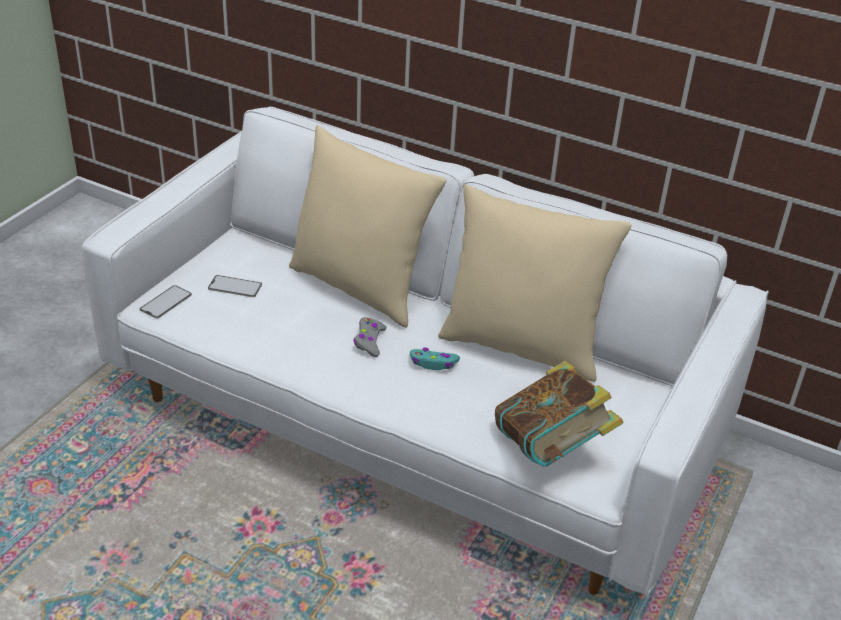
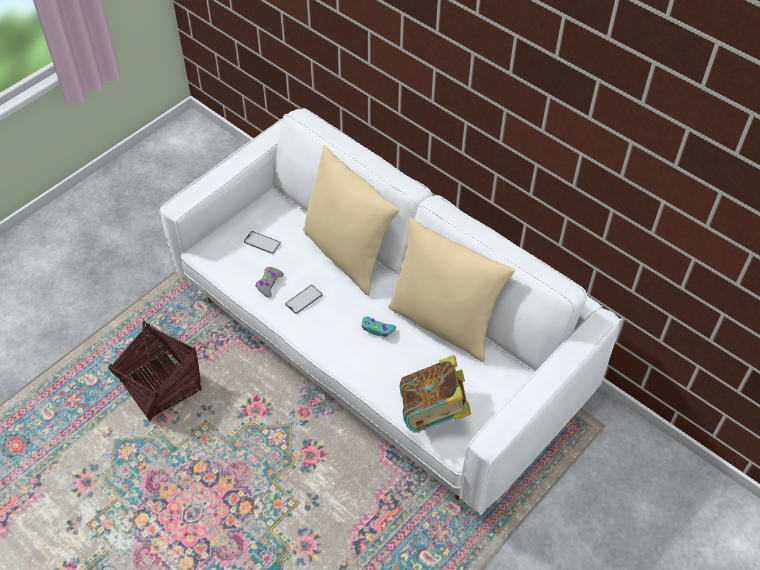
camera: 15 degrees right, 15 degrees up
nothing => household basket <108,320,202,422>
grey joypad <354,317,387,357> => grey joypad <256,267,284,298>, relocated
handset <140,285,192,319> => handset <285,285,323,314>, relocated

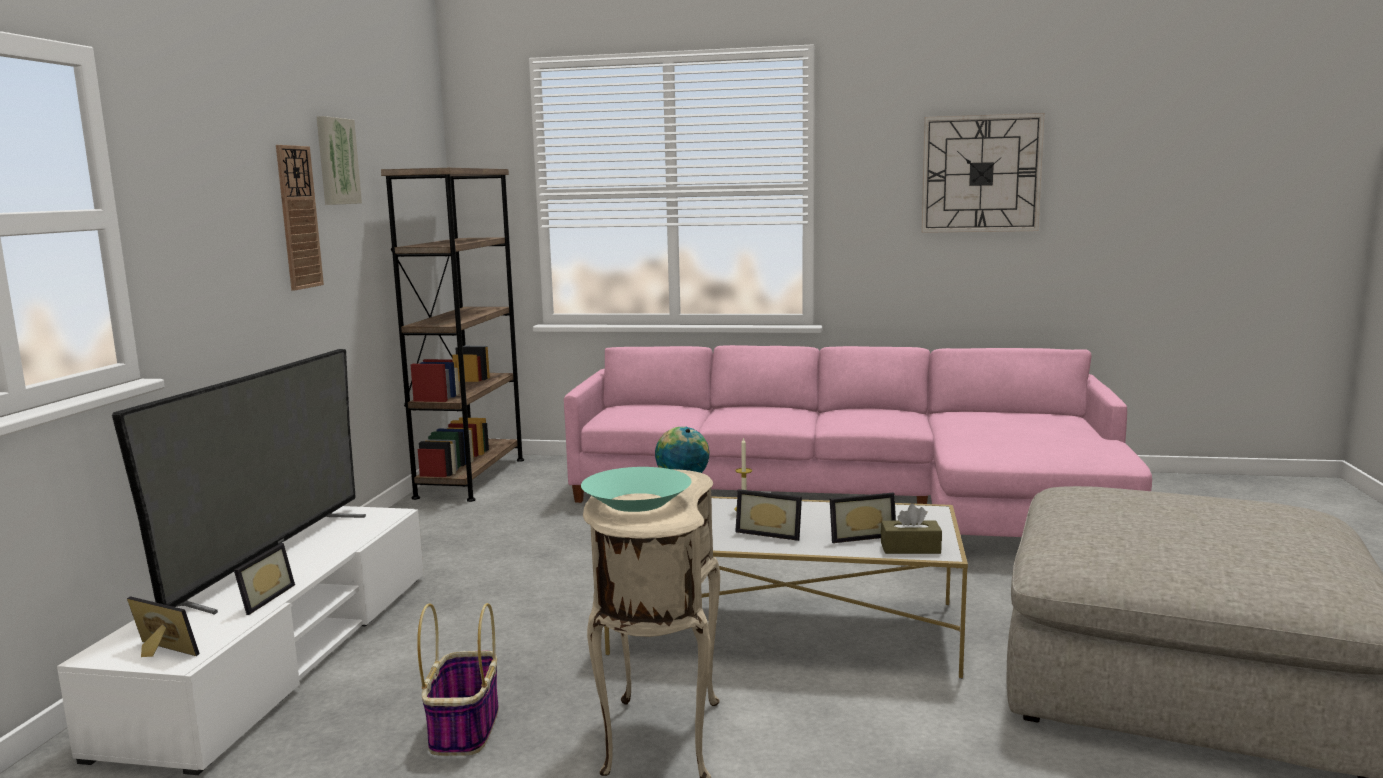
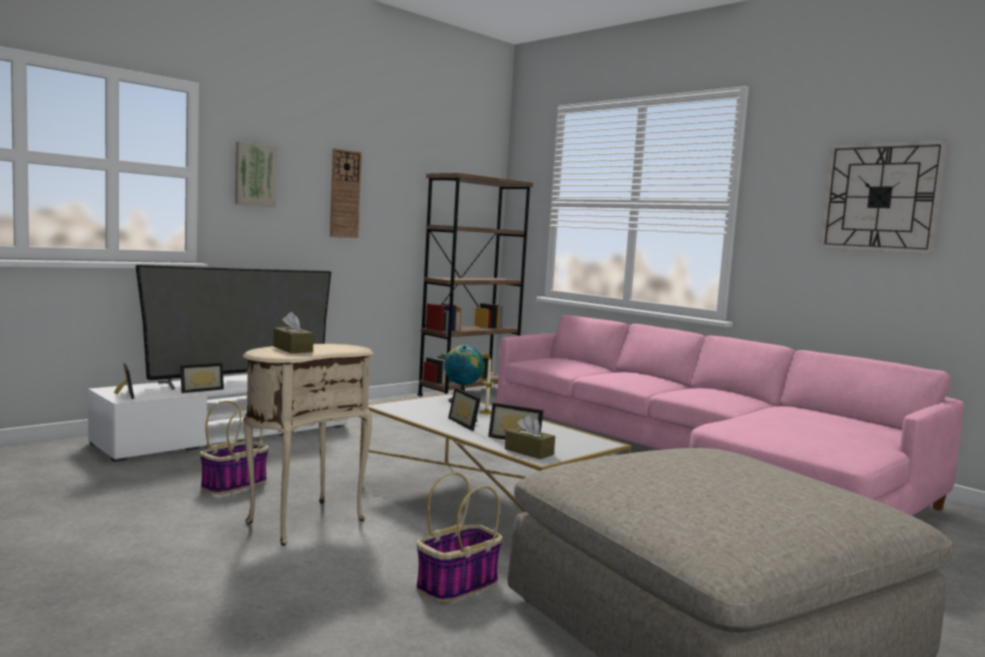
camera: 35 degrees right, 5 degrees down
picture <317,116,362,205> => picture <235,142,277,207>, relocated
turquoise-coloured serving bowl <581,467,692,512> => brown-coloured tissue holder <273,312,314,353>
nothing => household basket <416,472,502,603>

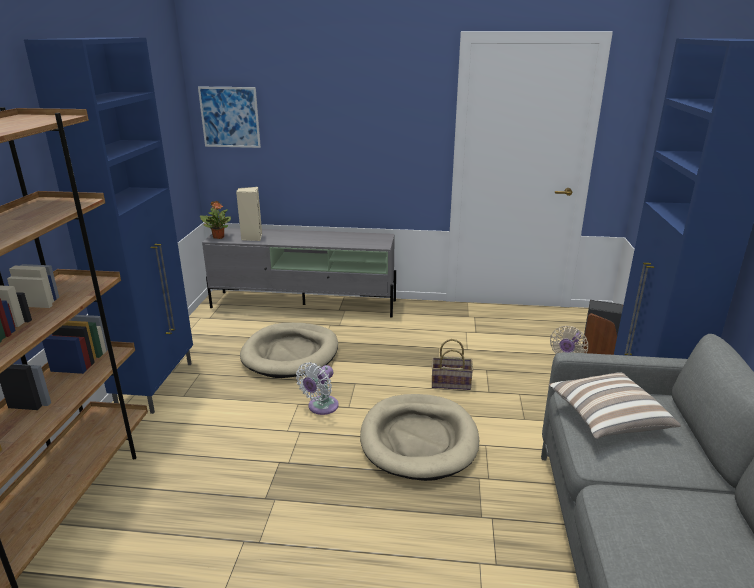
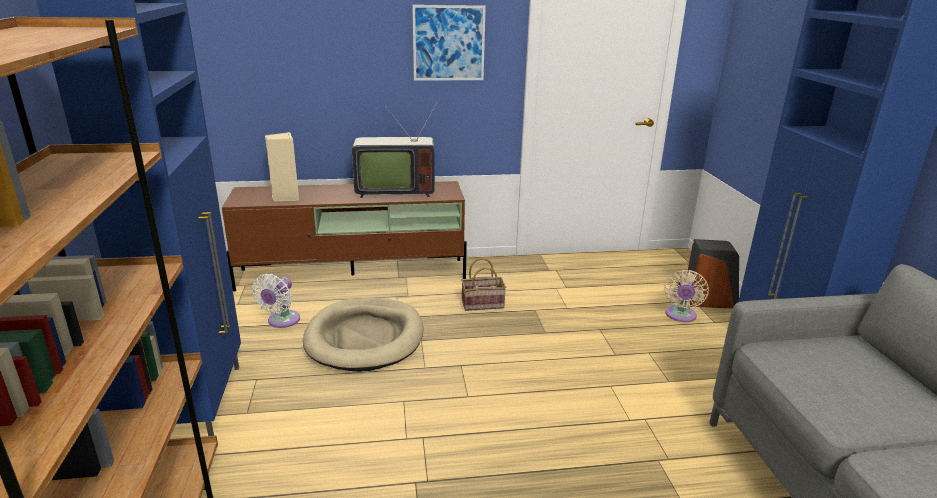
camera: 15 degrees left, 0 degrees up
grey media console <202,228,396,318> => brown-coloured media console <222,181,467,292>
whitish electric fan <296,362,339,415> => whitish electric fan <252,274,300,328>, relocated
nothing => television <352,101,438,198>
picture <198,87,261,148> => picture <412,5,486,81>, relocated
household basket <432,339,473,390> => household basket <461,258,506,311>, relocated
plant in a pot <200,201,231,239> => nothing
beige-coloured dog bed <360,394,479,481> => nothing
cushion <549,372,681,439> => nothing

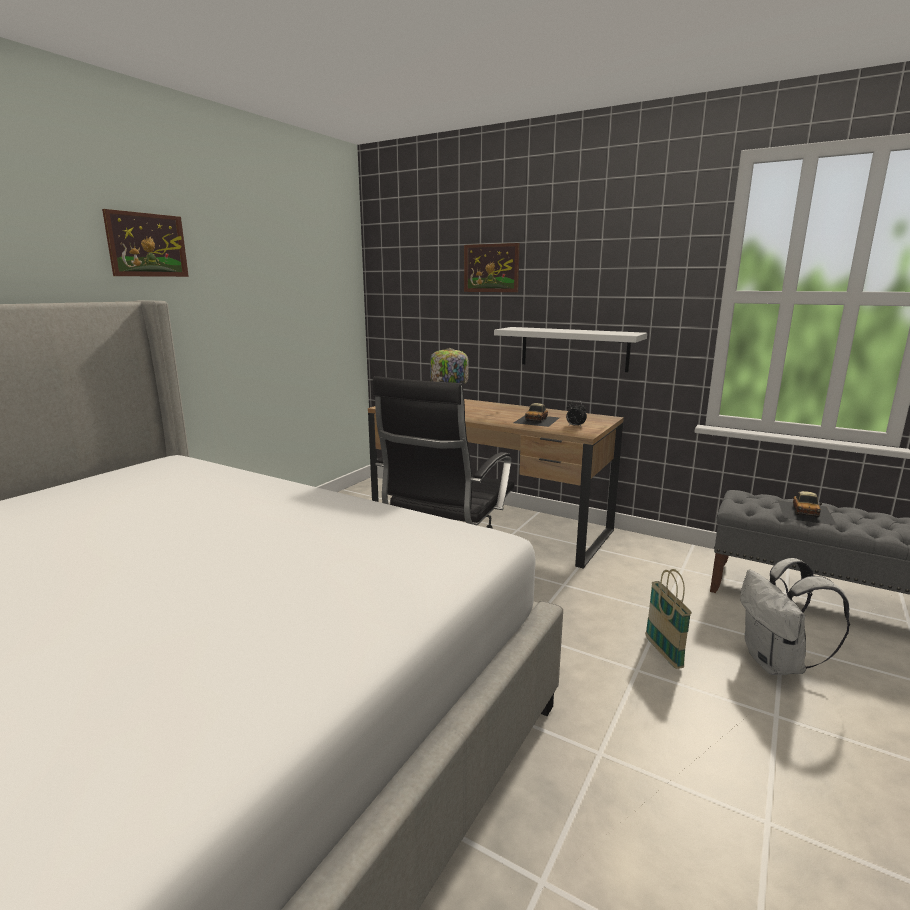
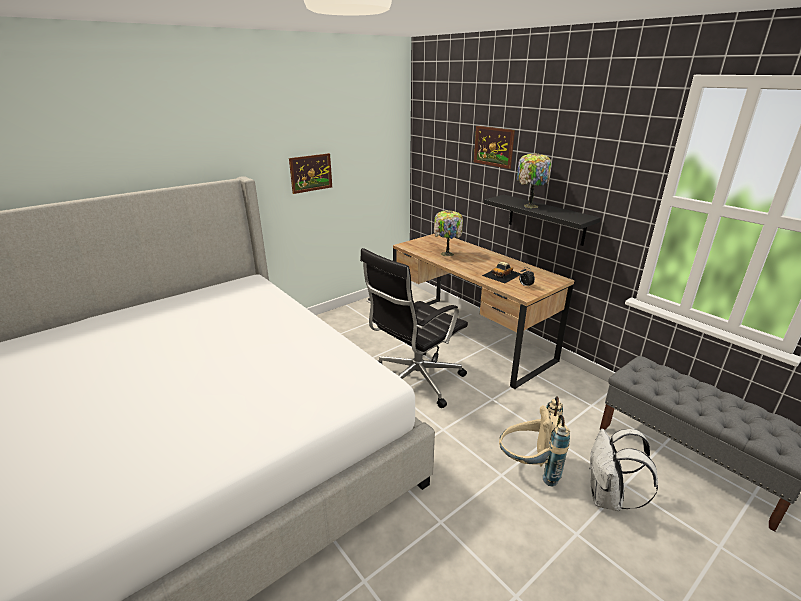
camera: 20 degrees right, 10 degrees up
picture <102,209,189,277> => picture <289,153,332,194>, relocated
whitish wall shelf <494,327,647,372> => black-coloured wall shelf <484,195,600,246>
household basket <645,569,692,669> => beige-coloured knapsack <499,396,570,487>
nothing => tabletop lamp <517,153,552,208>
model car <778,491,836,525> => nothing

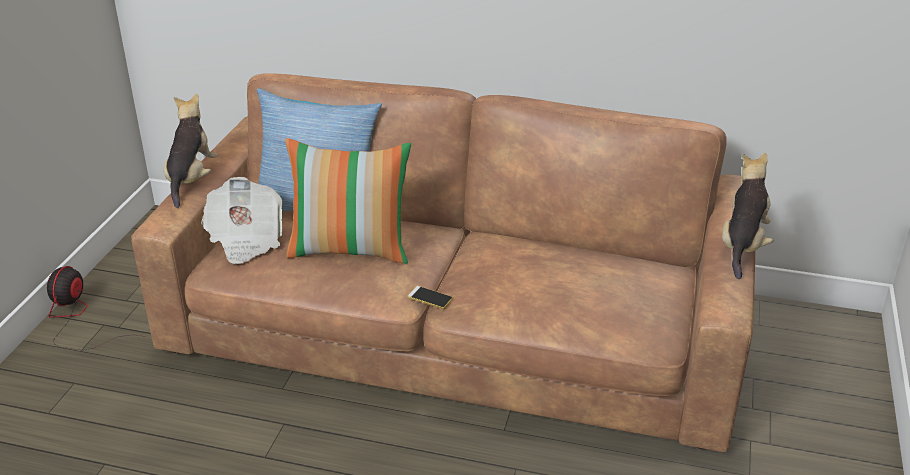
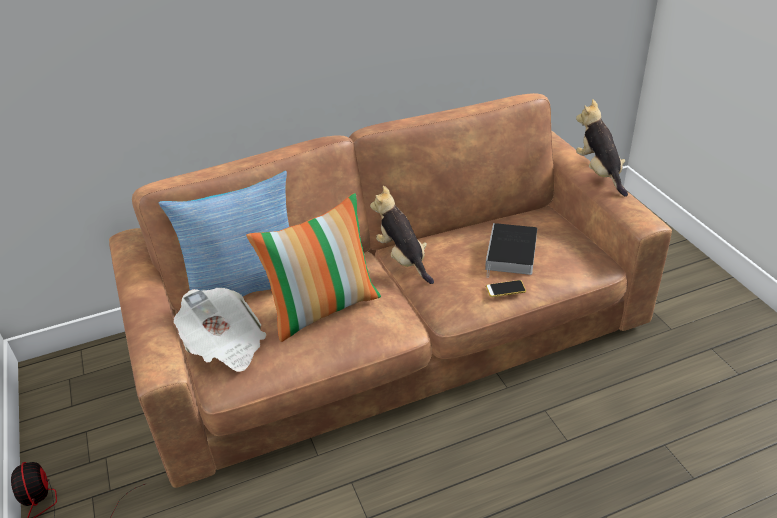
camera: 35 degrees left, 5 degrees up
soft toy <164,94,217,208> => soft toy <370,186,434,284>, relocated
nothing => volume <485,223,537,278>
handset <407,286,453,309> => handset <486,280,526,297>, relocated

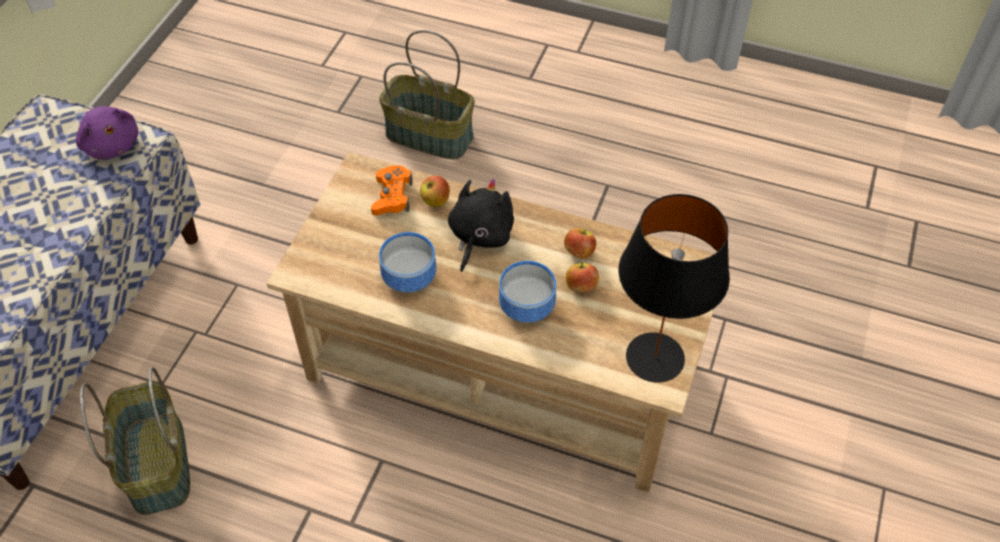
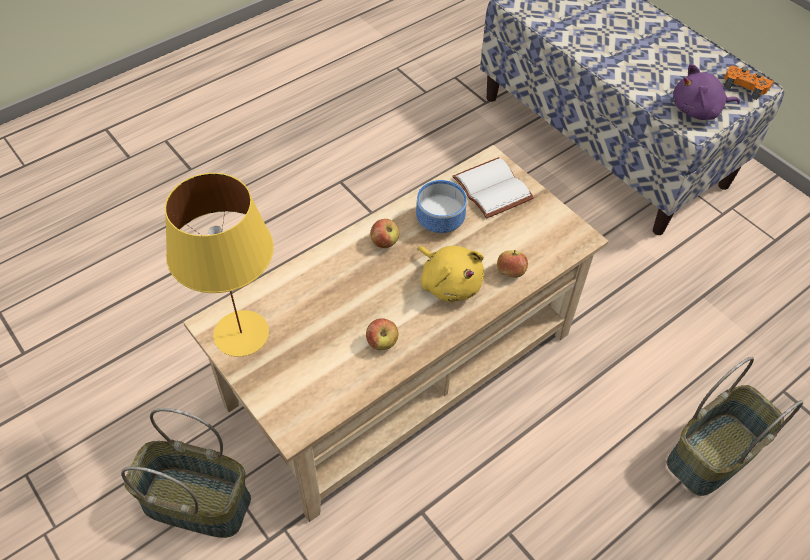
camera: 120 degrees right, 0 degrees up
household basket <80,367,190,515> => household basket <121,408,251,538>, relocated
black-coloured tabletop lamp <618,194,730,383> => yellow-coloured tabletop lamp <165,173,274,357>
whole apple <566,263,599,292> => whole apple <370,219,399,248>, relocated
black-coloured soft toy <448,179,514,272> => yellow-coloured soft toy <418,246,484,303>
nothing => whitish volume <452,157,534,218>
orange joypad <371,165,412,215> => orange joypad <724,66,773,100>, relocated
serving bowl <499,261,556,323> => nothing

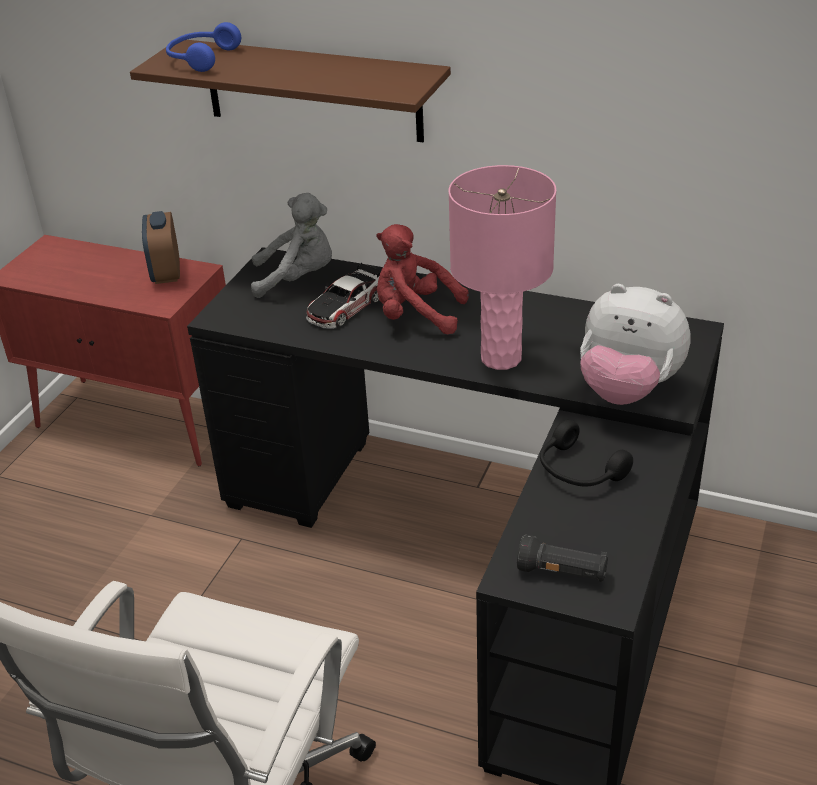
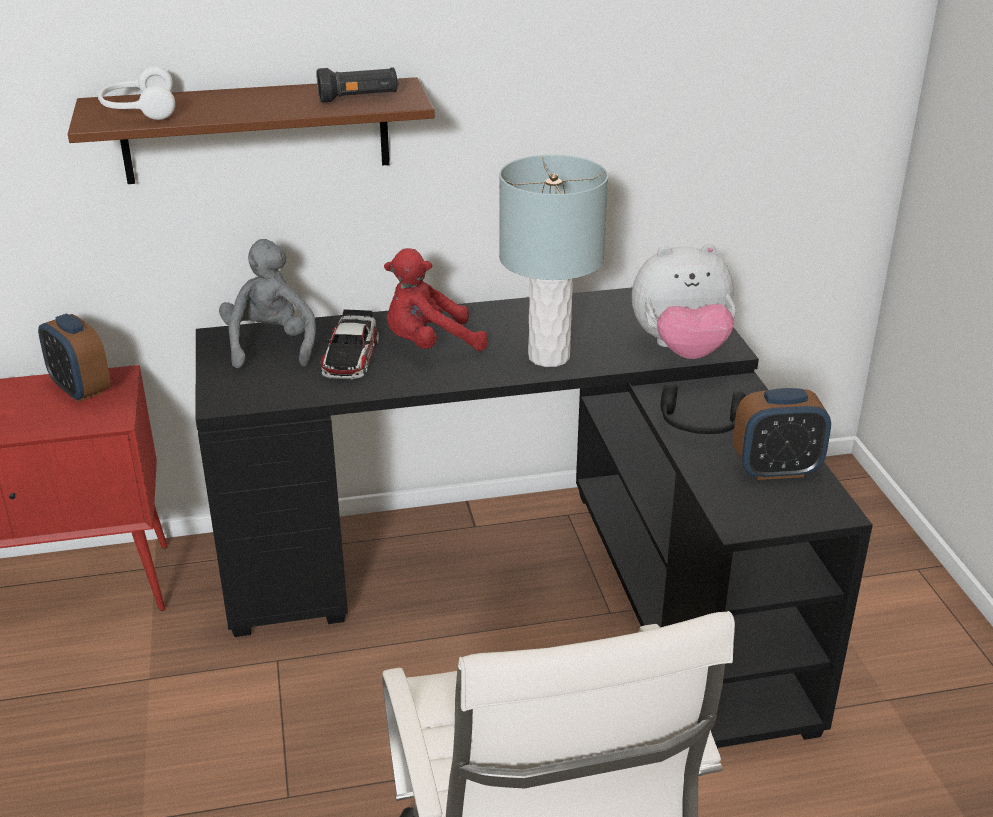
camera: 35 degrees left, 5 degrees down
blue-coloured headphones <166,22,241,72> => whitish headphones <98,66,175,120>
grey soft toy <251,193,332,298> => grey soft toy <219,239,316,368>, 60 degrees counterclockwise
black-coloured torch <517,534,608,582> => black-coloured torch <316,67,399,103>, relocated
pink-coloured tabletop lamp <448,165,557,370> => grey tabletop lamp <499,155,608,367>
nothing => bedside clock <733,388,831,480>

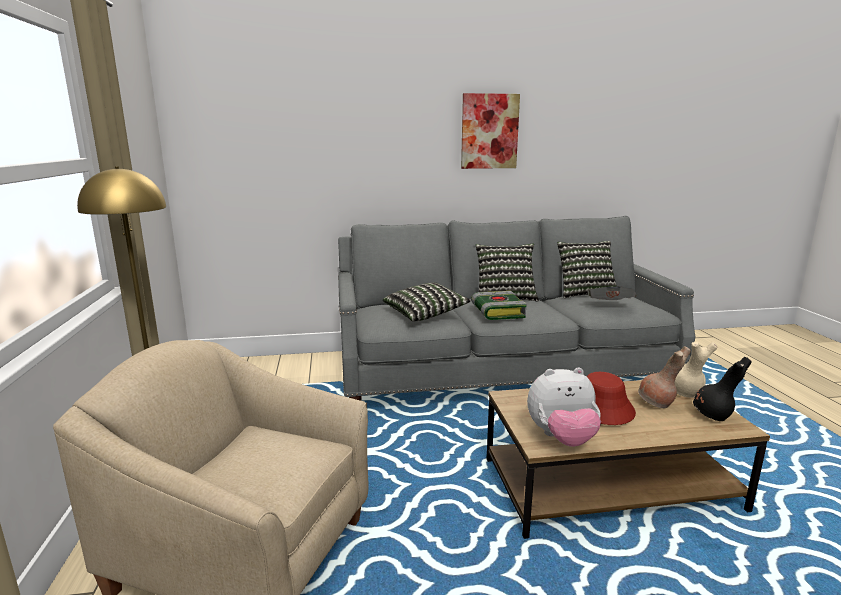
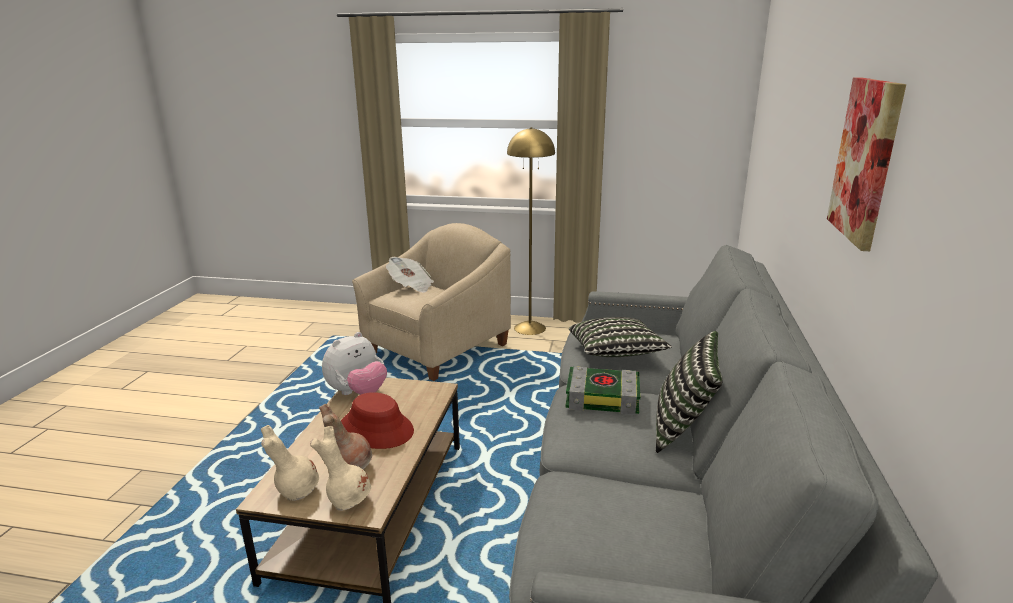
camera: 110 degrees right, 5 degrees up
black-coloured flower vase <693,357,752,421> => beige-coloured flower vase <261,425,319,501>
soft toy <527,368,601,447> => soft toy <322,332,387,395>, 150 degrees counterclockwise
printed paper <587,286,637,300> => printed paper <386,257,434,293>, relocated
cushion <557,241,617,298> => nothing

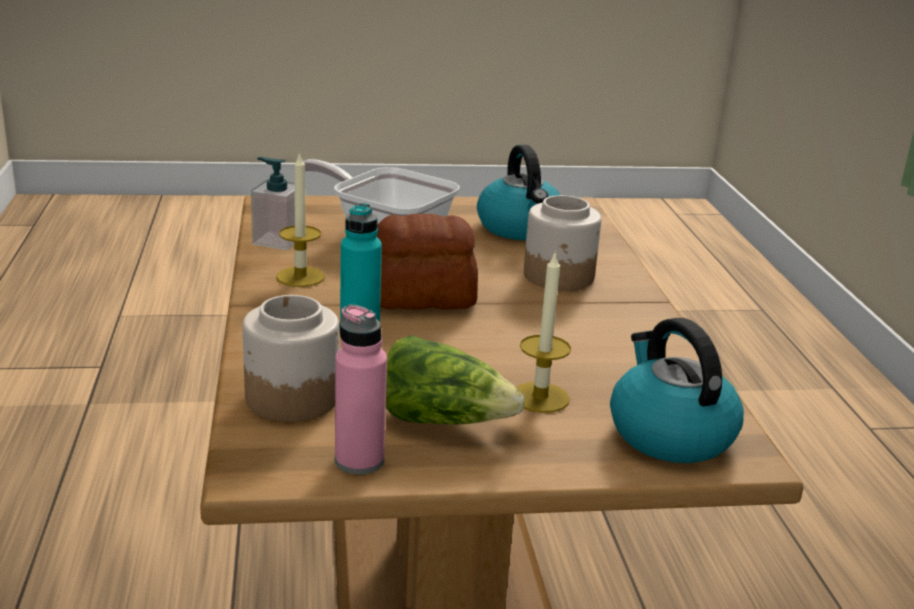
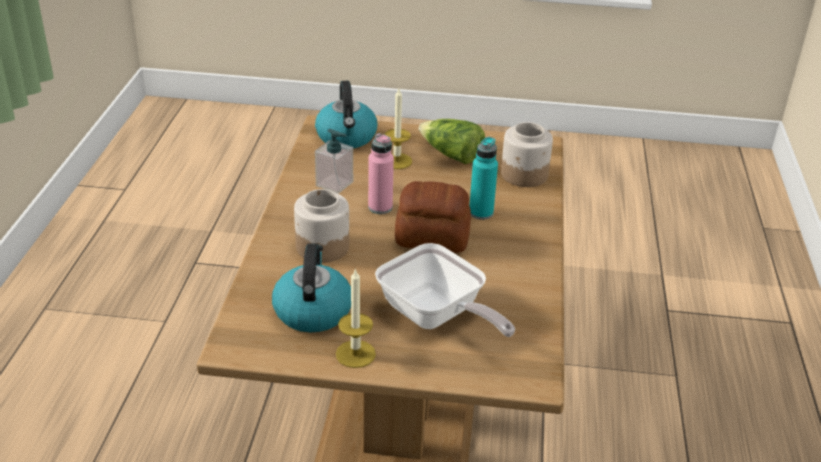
camera: 165 degrees left, 10 degrees up
soap bottle <251,157,295,250> => soap bottle <315,129,353,194>, relocated
wax candle <276,152,325,287> => wax candle <336,268,376,368>, relocated
pink-coloured bottle <335,305,387,474> => pink-coloured bottle <368,133,394,214>, relocated

